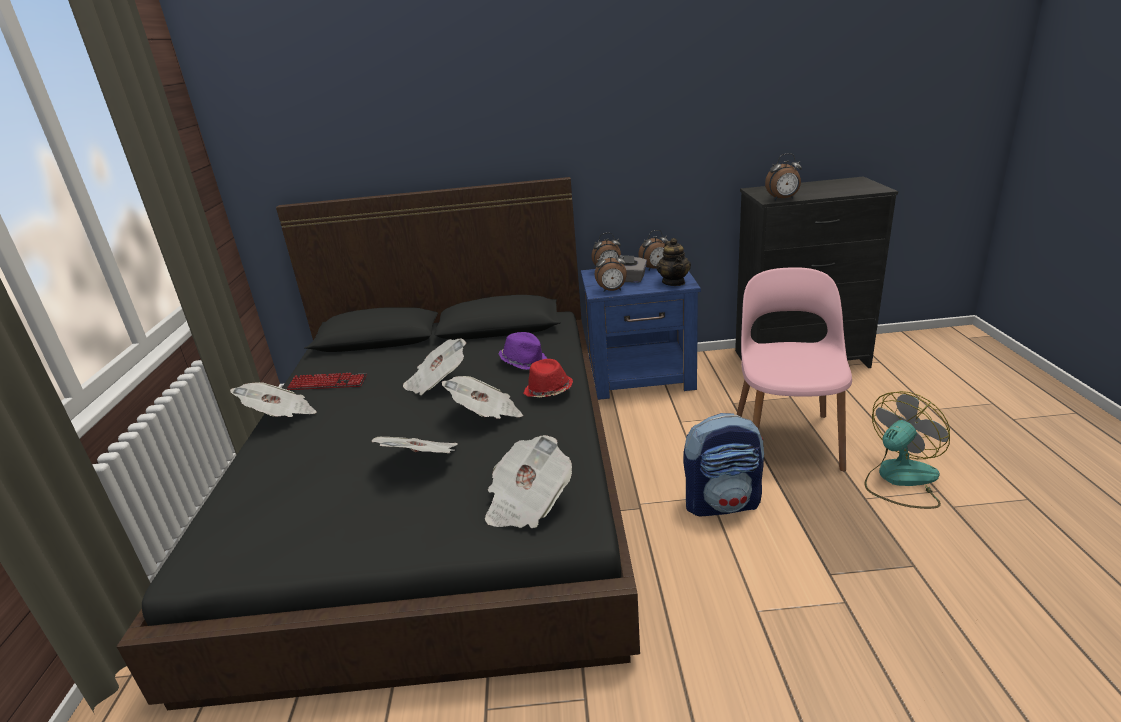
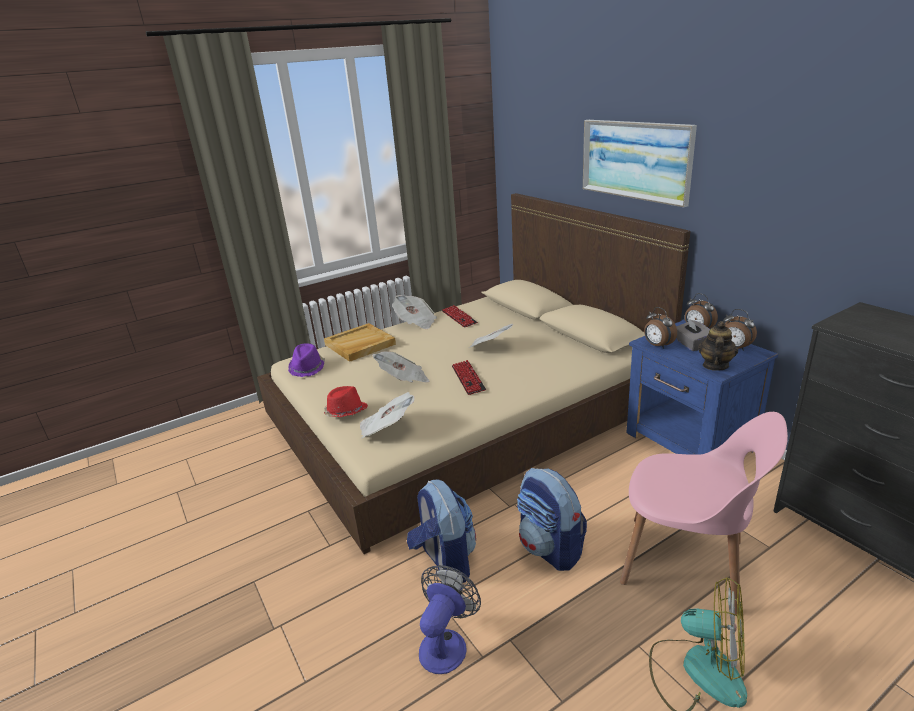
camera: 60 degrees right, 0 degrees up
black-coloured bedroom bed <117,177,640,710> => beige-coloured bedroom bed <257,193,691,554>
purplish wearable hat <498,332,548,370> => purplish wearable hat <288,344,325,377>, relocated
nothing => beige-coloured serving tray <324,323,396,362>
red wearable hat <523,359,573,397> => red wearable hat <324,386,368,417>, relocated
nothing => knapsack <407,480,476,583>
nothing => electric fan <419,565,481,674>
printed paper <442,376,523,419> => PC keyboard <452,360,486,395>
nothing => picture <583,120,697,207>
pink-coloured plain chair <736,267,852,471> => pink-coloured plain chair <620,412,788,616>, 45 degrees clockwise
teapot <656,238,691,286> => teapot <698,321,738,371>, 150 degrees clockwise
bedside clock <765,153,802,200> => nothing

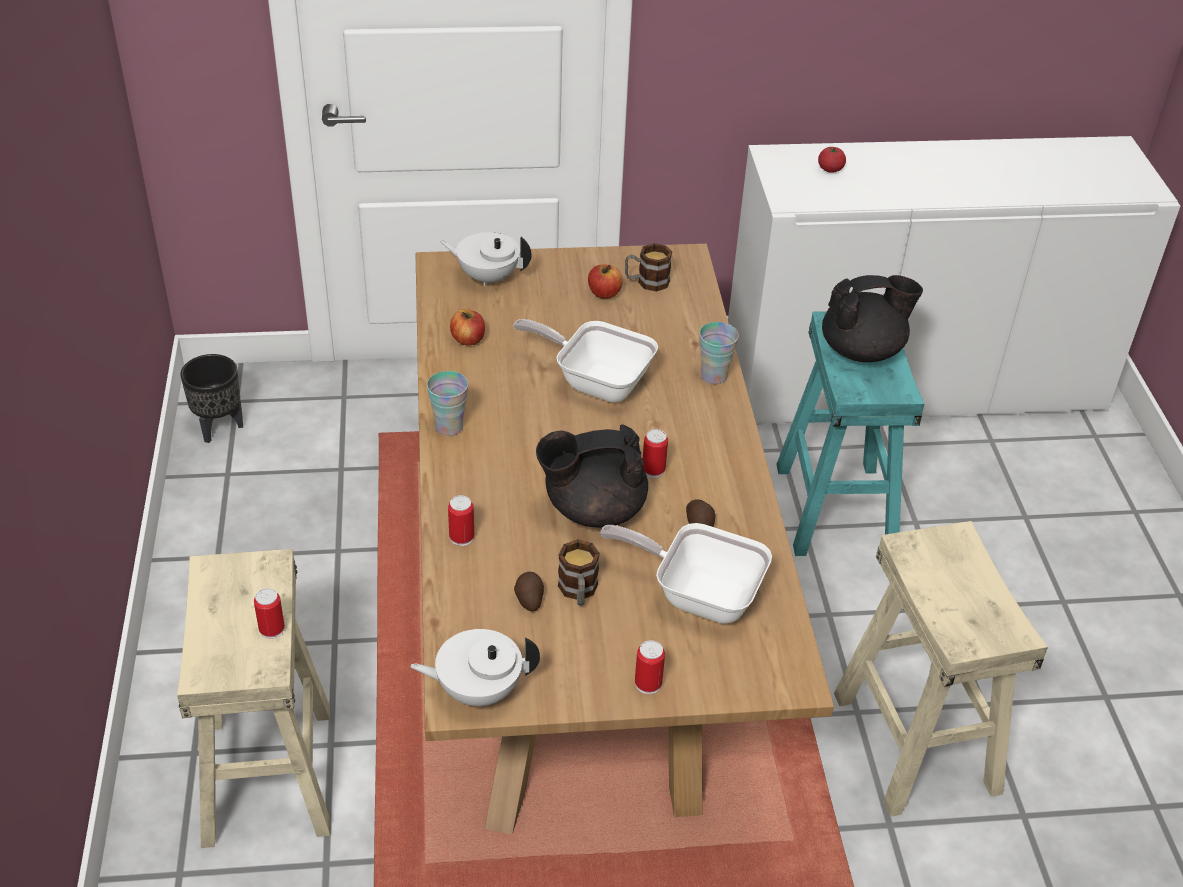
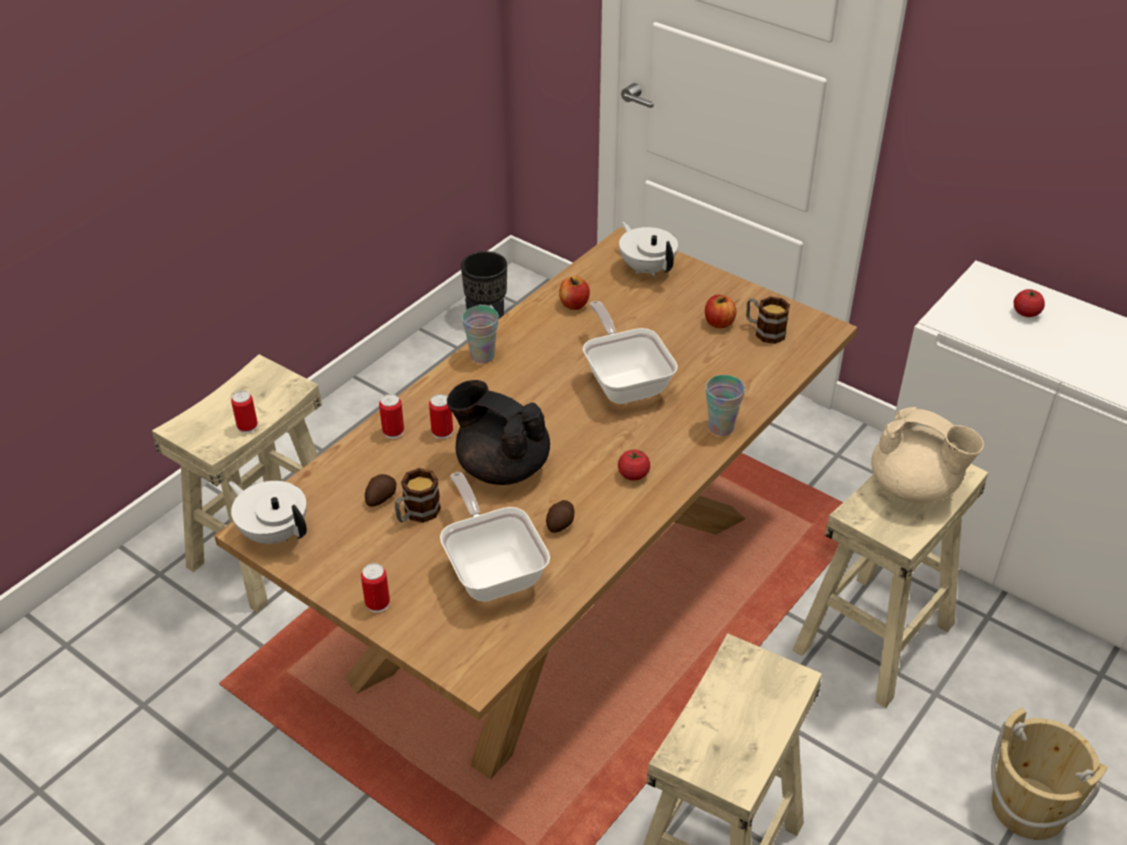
camera: 45 degrees right, 0 degrees up
metal can <643,429,668,478> => metal can <429,394,453,439>, relocated
nothing => tomato <618,450,650,481>
turquoise-coloured stool <776,312,924,556> => beige-coloured stool <792,464,988,708>
black-coloured teapot <822,275,923,362> => beige-coloured teapot <871,407,984,503>
nothing => beige-coloured bucket <991,707,1108,840>

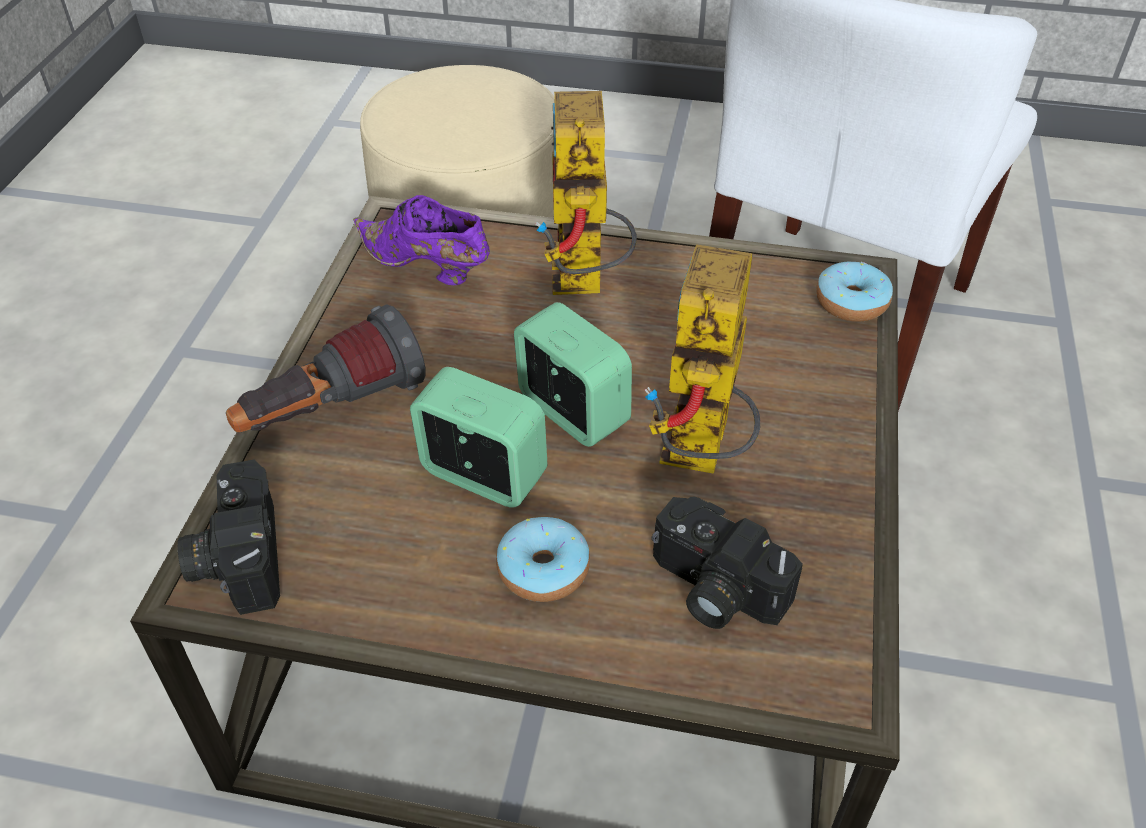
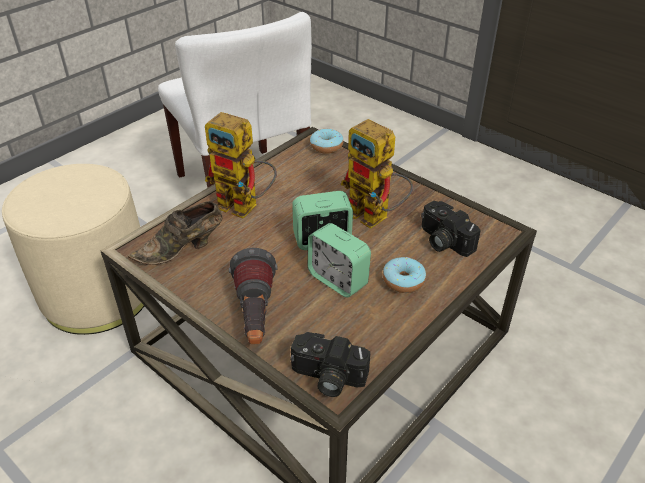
camera: 60 degrees left, 5 degrees down
purplish shoe <353,195,490,285> => brown-coloured shoe <128,201,223,265>
bedside clock <410,367,547,508> => bedside clock <308,223,371,298>, 105 degrees counterclockwise
photo camera <652,497,803,629> => photo camera <421,201,481,257>, 75 degrees clockwise

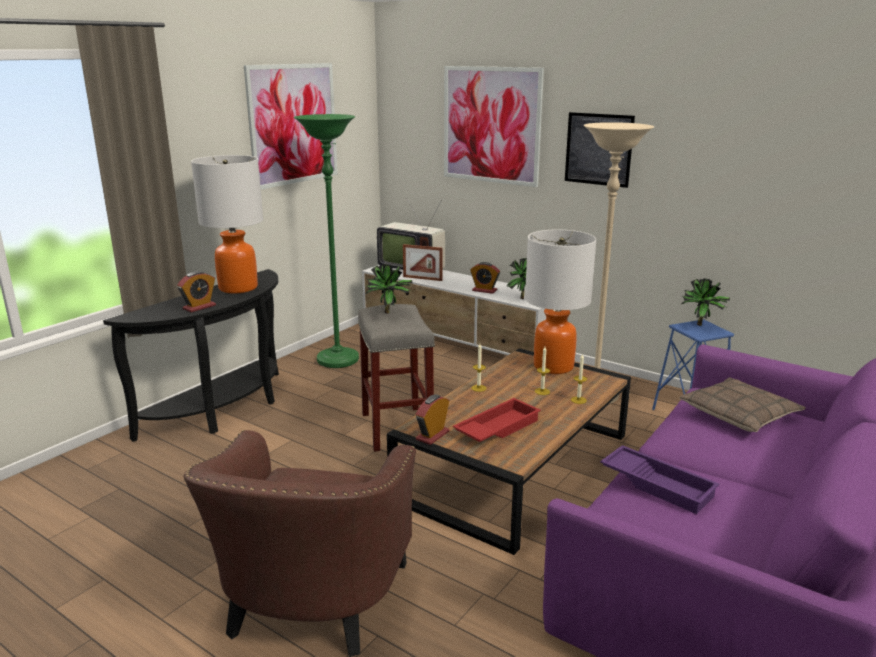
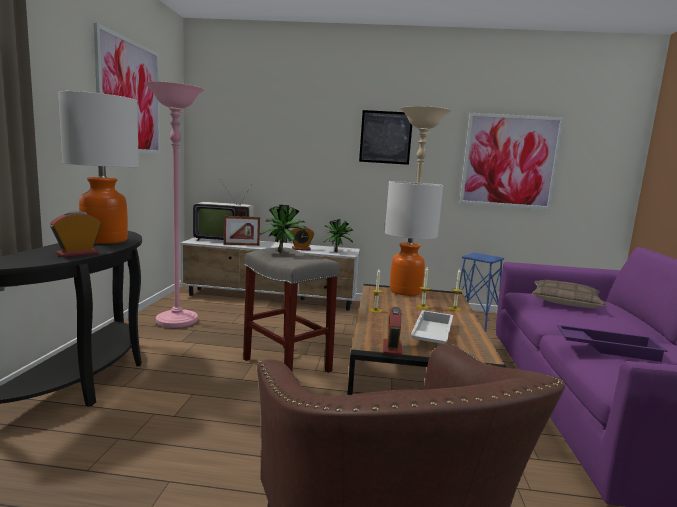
camera: 30 degrees left, 10 degrees down
bedside clock <177,271,216,312> => bedside clock <50,211,101,257>, 150 degrees counterclockwise
green standard lamp <294,114,359,368> => pink-coloured standard lamp <144,81,204,328>
red serving tray <453,398,541,442> => whitish serving tray <410,310,453,344>
picture <444,66,544,187> => picture <459,113,564,210>, relocated
plant in a pot <680,278,730,326> => nothing

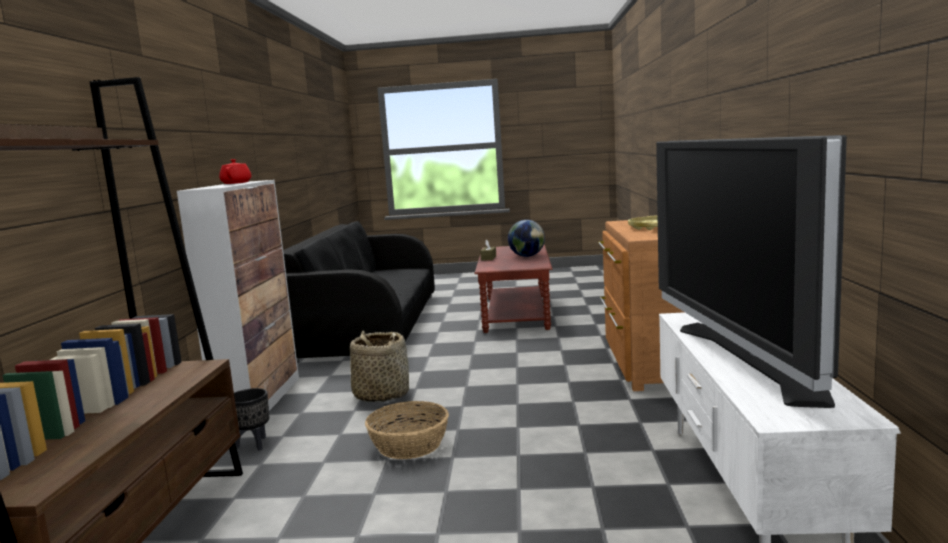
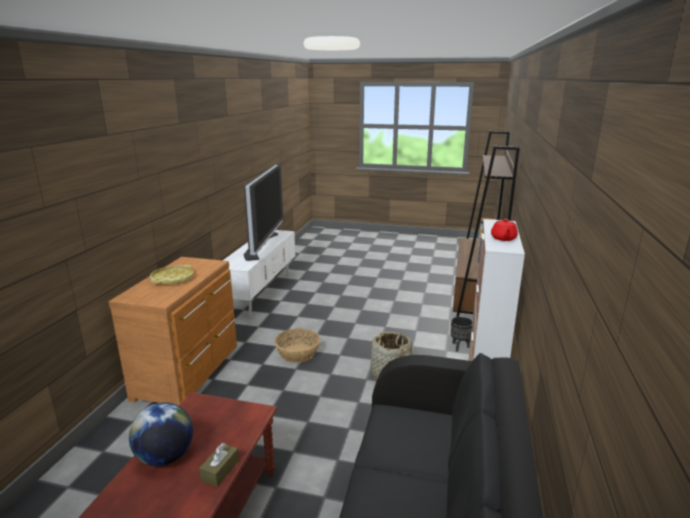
camera: 170 degrees left, 10 degrees up
household basket <365,401,449,459> => household basket <274,328,320,363>, relocated

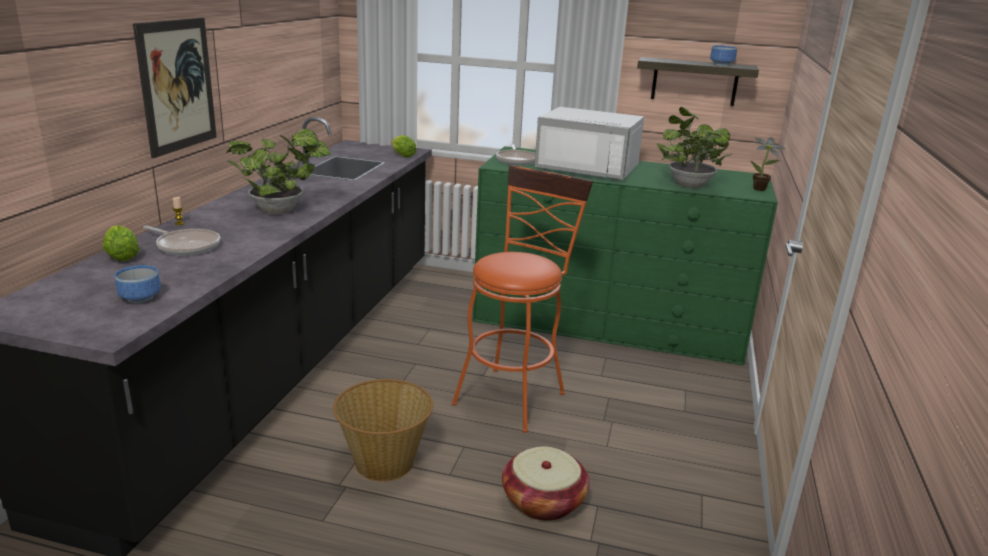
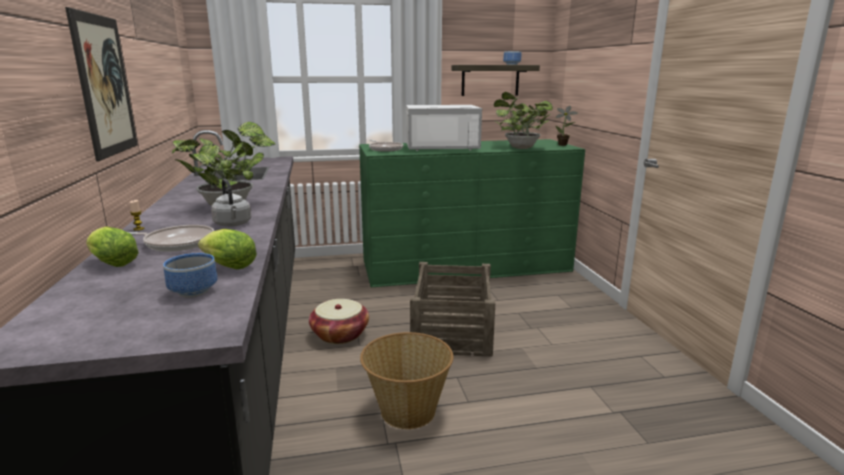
camera: 25 degrees left, 5 degrees down
head of lettuce <391,135,416,158> => head of lettuce <198,229,257,269>, relocated
nothing => grey tea kettle <211,178,251,227>
household basket <502,447,590,521> => household basket <309,299,369,344>, relocated
orange stool <452,165,593,433> => crate <410,262,495,357>

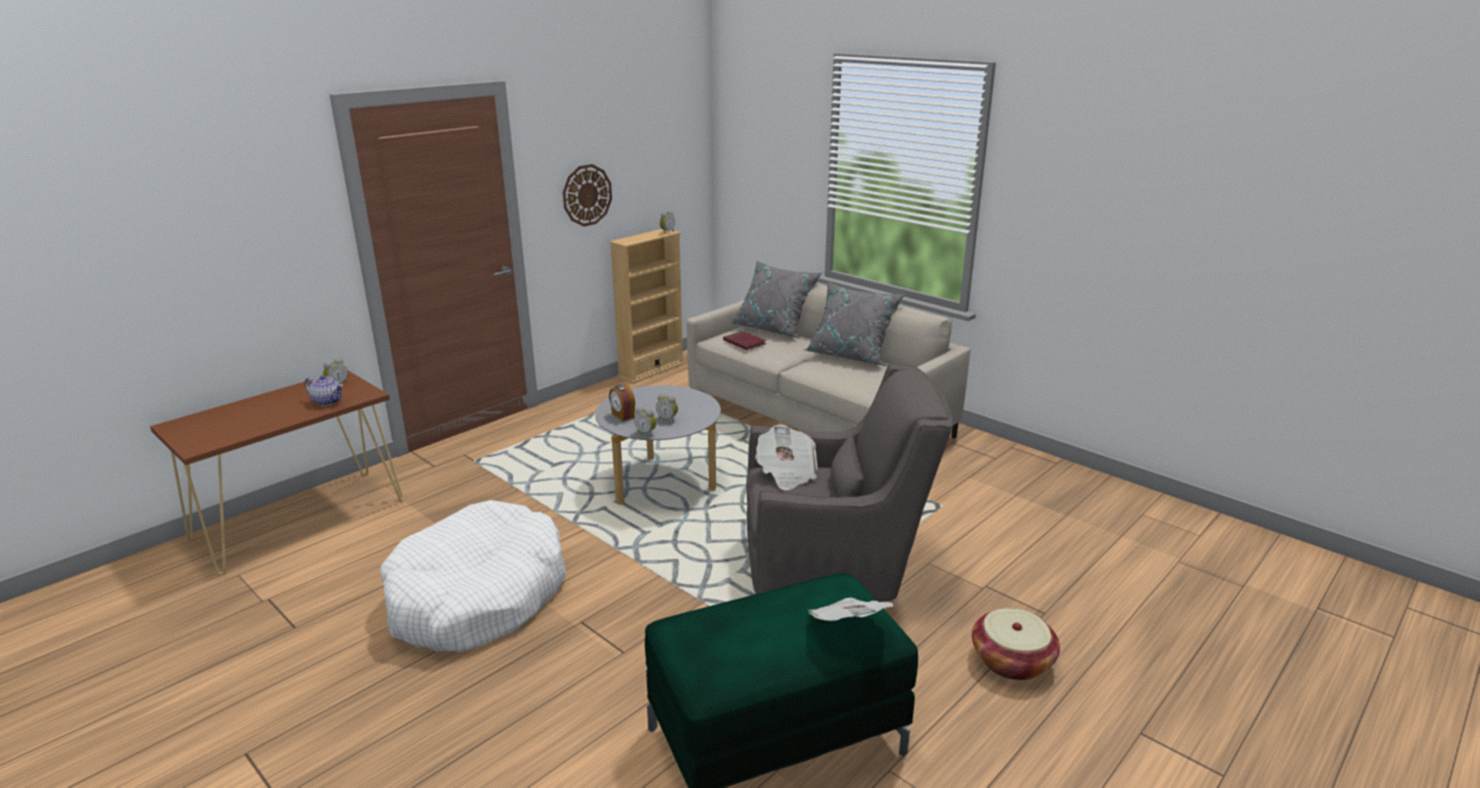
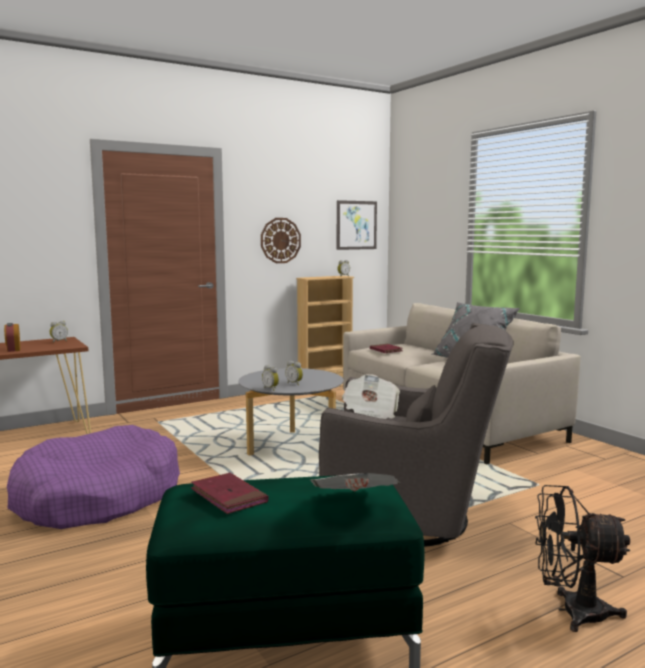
camera: 15 degrees right, 15 degrees down
bedside clock <609,385,635,421> => bedside clock <4,323,21,352>, relocated
whitish dog bed <380,500,566,652> => purplish dog bed <7,425,180,529>
nothing => red volume <191,473,268,514>
nothing => picture <337,200,377,250>
household basket <972,608,1060,680> => black-coloured electric fan <535,485,630,632>
teapot <304,375,343,406> => nothing
grey cushion <730,261,822,338> => nothing

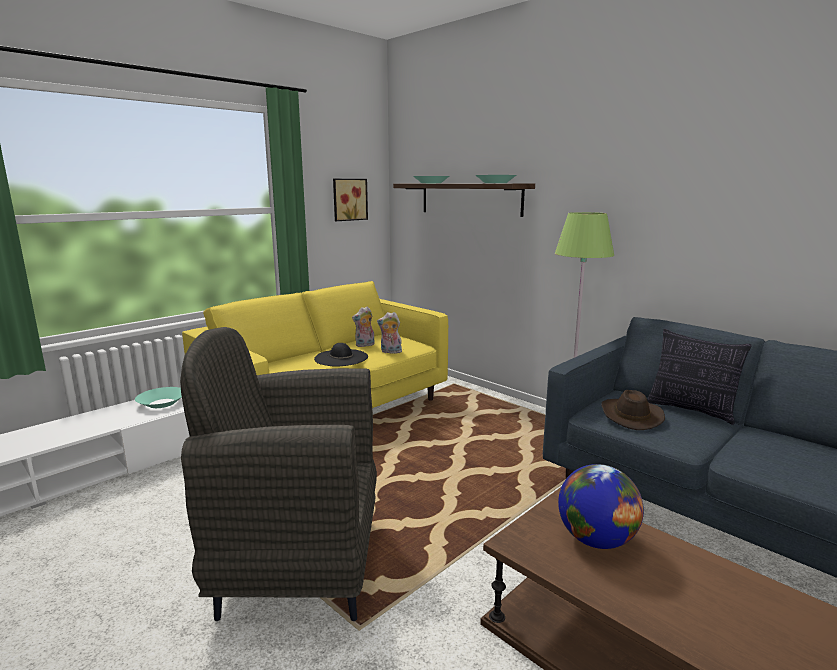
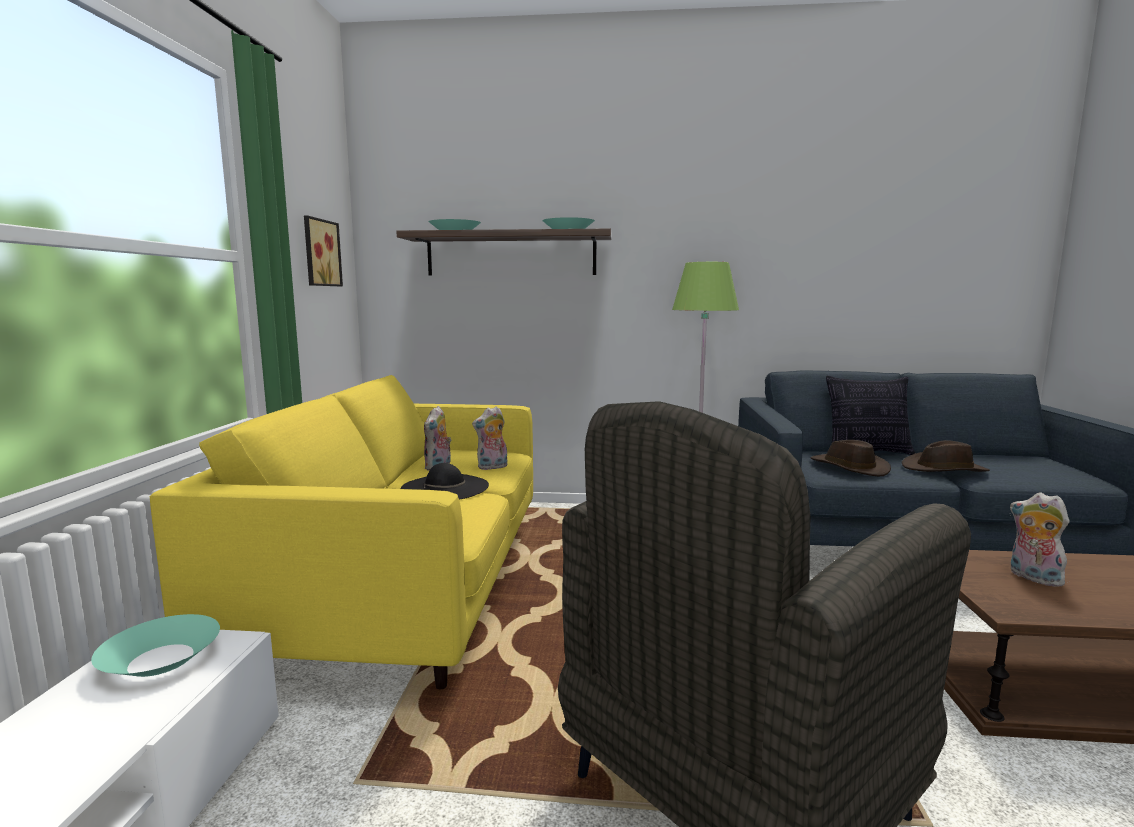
camera: 40 degrees left, 5 degrees down
nothing => brown-coloured wearable hat <902,440,990,472>
globe <558,464,644,549> => soft toy <1010,492,1070,587>

